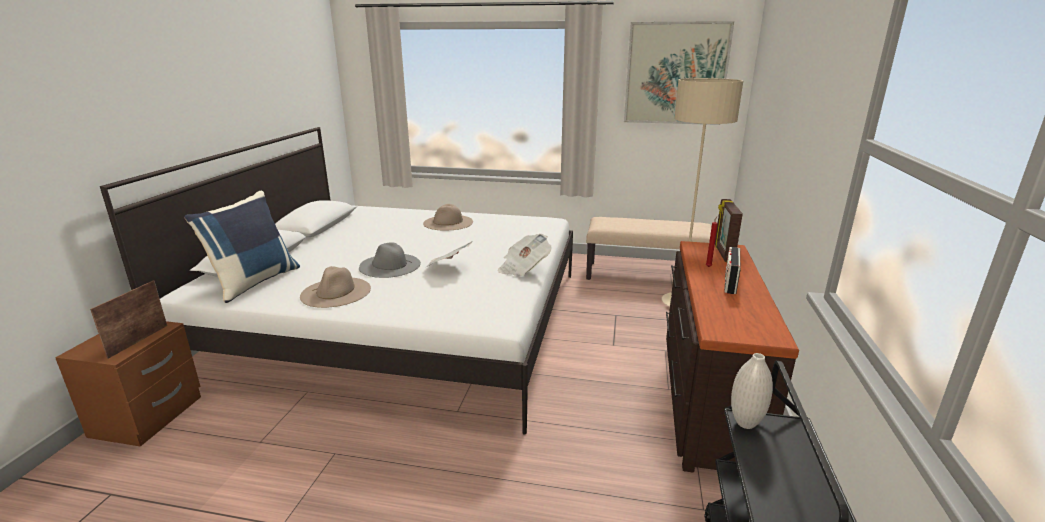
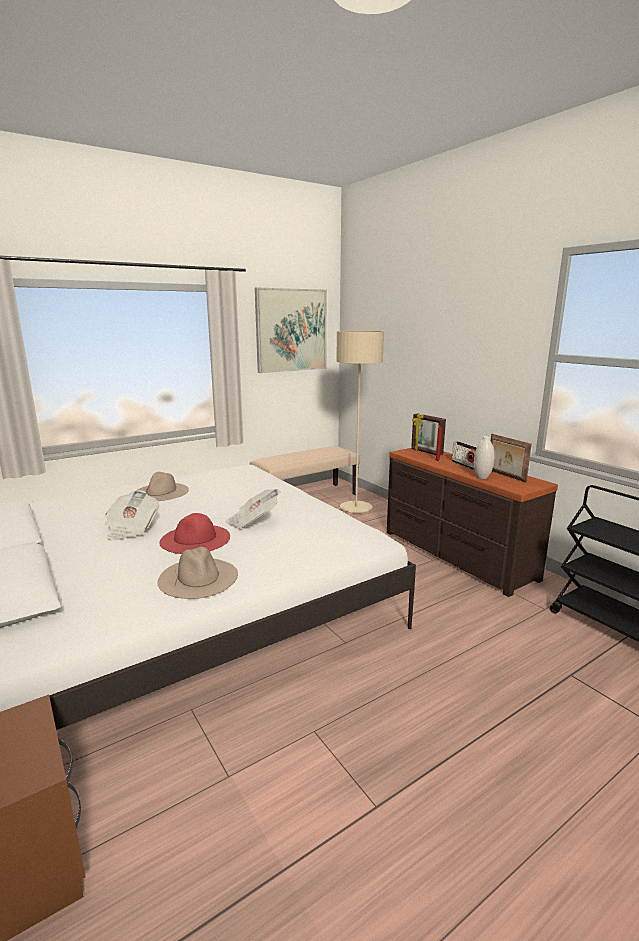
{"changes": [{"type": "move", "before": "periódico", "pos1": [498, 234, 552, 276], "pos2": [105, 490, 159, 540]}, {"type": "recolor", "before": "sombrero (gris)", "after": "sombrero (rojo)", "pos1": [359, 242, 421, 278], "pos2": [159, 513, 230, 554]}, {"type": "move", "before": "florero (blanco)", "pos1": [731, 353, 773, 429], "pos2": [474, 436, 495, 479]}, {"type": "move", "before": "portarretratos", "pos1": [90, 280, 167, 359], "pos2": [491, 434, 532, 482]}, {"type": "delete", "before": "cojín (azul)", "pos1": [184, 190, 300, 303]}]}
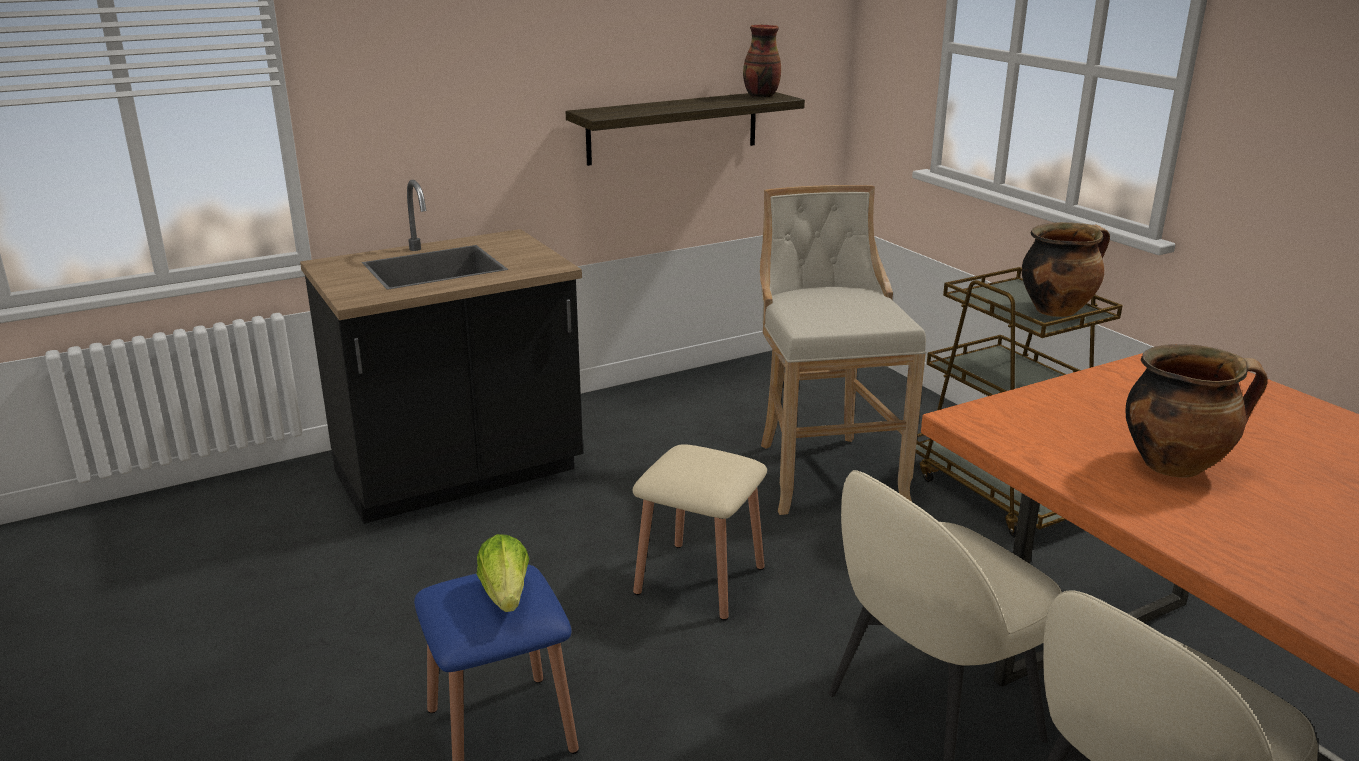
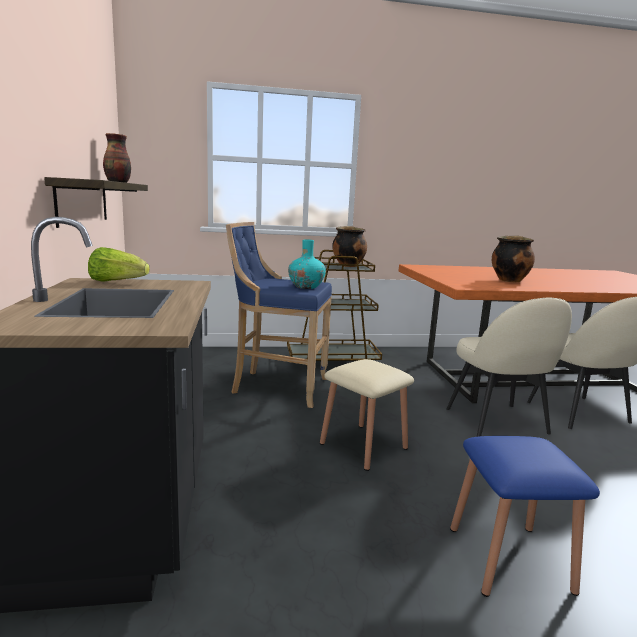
{"changes": [{"type": "move", "before": "lechuga", "pos1": [477, 534, 529, 612], "pos2": [88, 247, 150, 282]}, {"type": "recolor", "before": "taburete (beis)", "after": "taburete (azul)", "pos1": [760, 185, 926, 515], "pos2": [226, 222, 332, 408]}, {"type": "insert", "after": "florero (turquesa)", "pos2": [288, 239, 326, 289]}]}
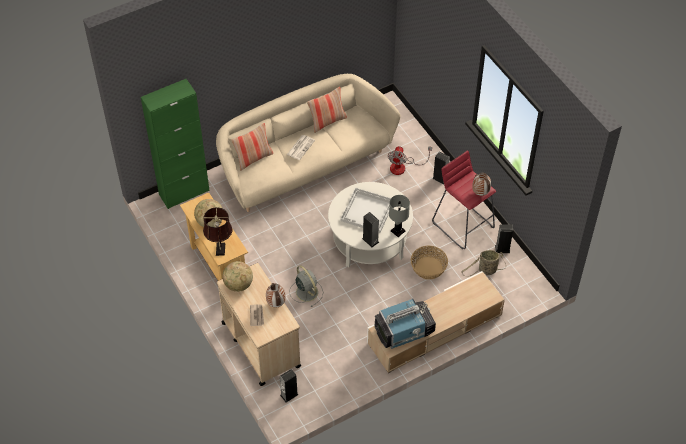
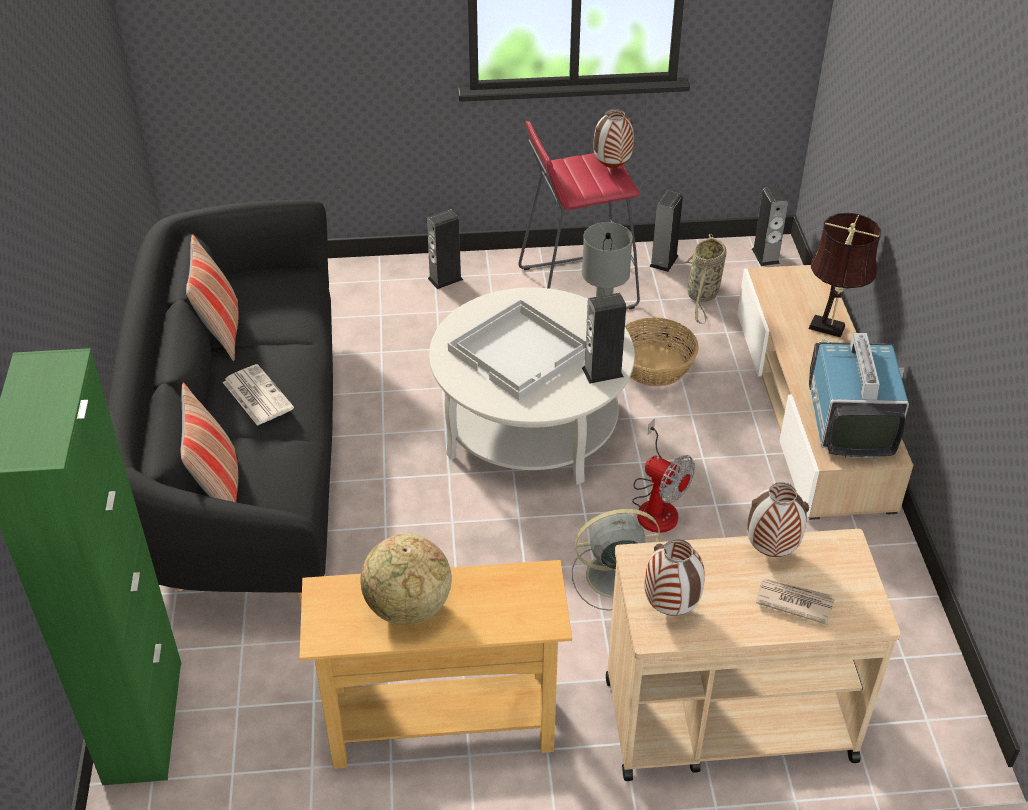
{"changes": [{"type": "recolor", "before": "sofá (beis)", "after": "sofá (negro)", "pos1": [216, 74, 400, 212], "pos2": [106, 200, 333, 606]}, {"type": "move", "before": "ventilador", "pos1": [387, 146, 432, 175], "pos2": [632, 419, 695, 533]}, {"type": "replace", "before": "globo terráqueo", "after": "florero", "pos1": [223, 261, 253, 292], "pos2": [644, 539, 705, 616]}, {"type": "move", "before": "altavoz", "pos1": [280, 369, 299, 403], "pos2": [752, 186, 788, 266]}, {"type": "move", "before": "lámpara de mesa (marrón)", "pos1": [203, 207, 233, 256], "pos2": [808, 213, 881, 338]}]}
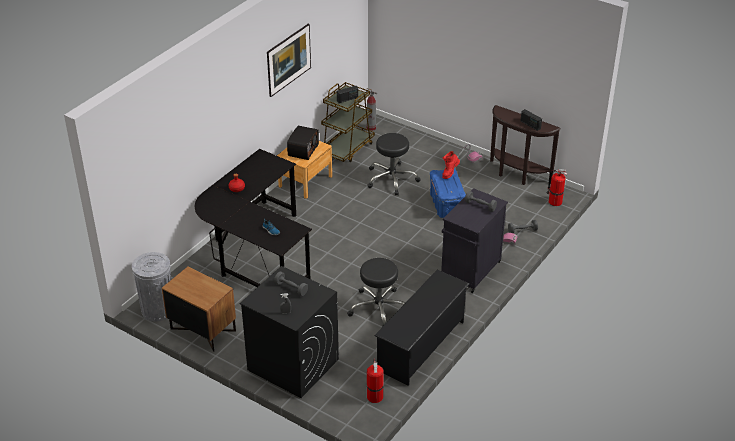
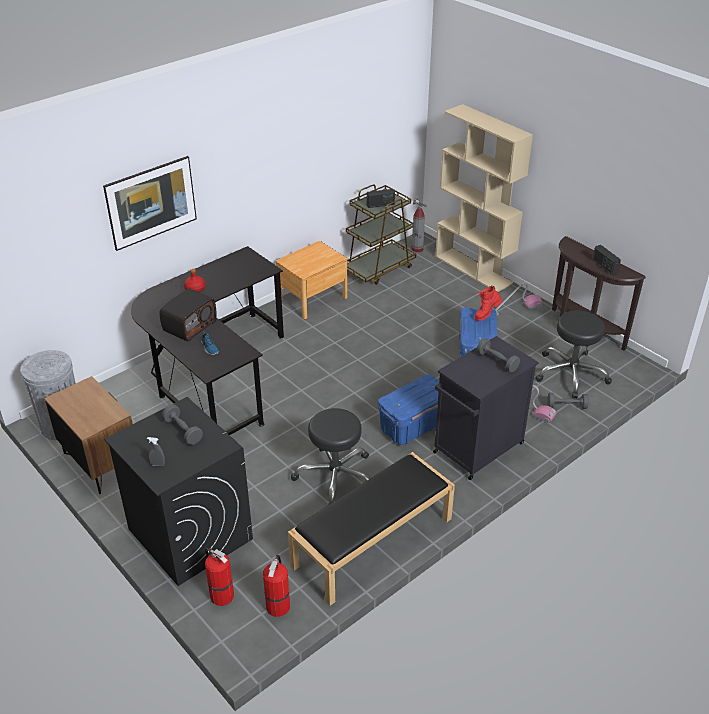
{"changes": [{"type": "move", "before": "cuadro", "pos1": [267, 24, 311, 97], "pos2": [103, 156, 197, 251]}, {"type": "move", "before": "radio", "pos1": [287, 126, 319, 160], "pos2": [160, 289, 217, 342]}, {"type": "move", "before": "extintor", "pos1": [547, 169, 567, 206], "pos2": [205, 548, 234, 606]}, {"type": "replace", "before": "zapatero (negro)", "after": "banco (negro)", "pos1": [374, 270, 470, 385], "pos2": [288, 452, 455, 606]}, {"type": "insert", "after": "caja de almacenaje (azul)", "pos2": [378, 374, 439, 445]}, {"type": "insert", "after": "estantería (beis)", "pos2": [435, 104, 533, 292]}, {"type": "move", "before": "taburete (negro)", "pos1": [367, 133, 421, 195], "pos2": [535, 311, 612, 399]}]}
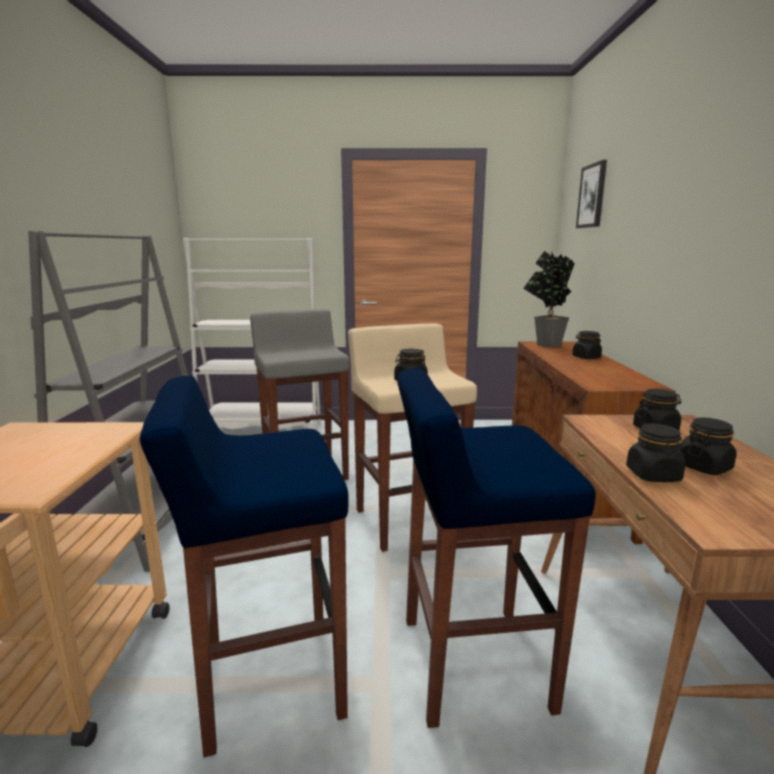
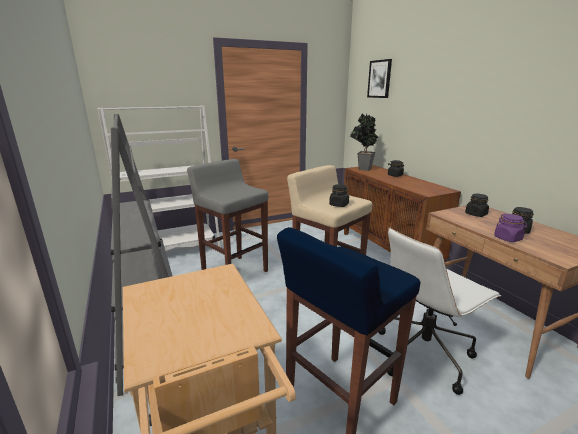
{"changes": [{"type": "replace", "before": "taburete (azul)", "after": "silla de oficina (blanco)", "pos1": [397, 368, 596, 728], "pos2": [378, 228, 501, 395]}, {"type": "recolor", "before": "tarro (negro)", "after": "tarro (morado)", "pos1": [626, 423, 686, 482], "pos2": [494, 214, 527, 242]}]}
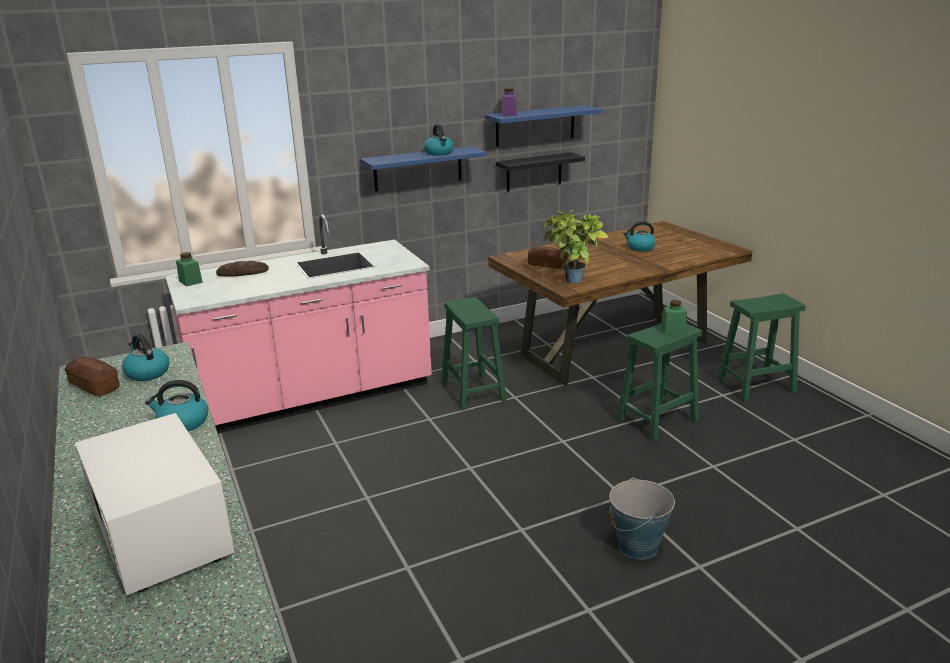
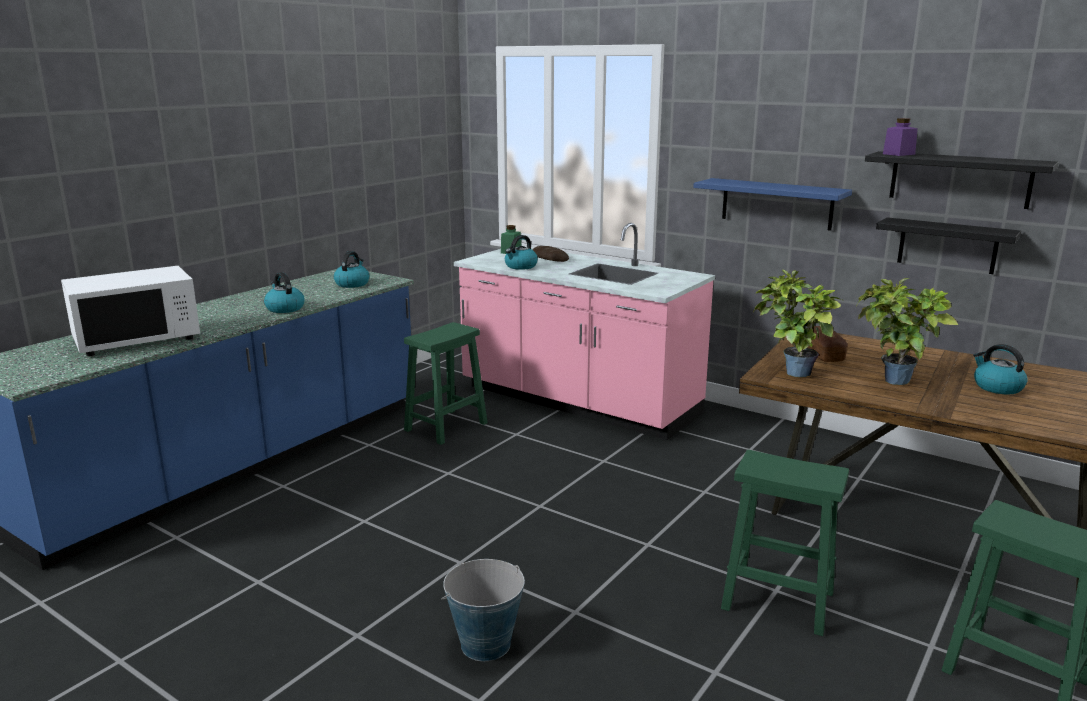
{"changes": [{"type": "rotate", "before": "microondas (blanco)", "pos1": [75, 413, 234, 596], "pos2": [61, 266, 200, 356], "turn": -150}, {"type": "move", "before": "taburete (verde)", "pos1": [441, 297, 507, 410], "pos2": [404, 322, 488, 445]}, {"type": "move", "before": "hervidor", "pos1": [424, 124, 454, 156], "pos2": [505, 235, 538, 270]}, {"type": "insert", "after": "planta en maceta", "pos2": [856, 278, 958, 385]}, {"type": "recolor", "before": "estante (azul)", "after": "estante (negro)", "pos1": [485, 105, 602, 147], "pos2": [865, 151, 1059, 209]}, {"type": "delete", "before": "pan", "pos1": [65, 357, 120, 396]}, {"type": "delete", "before": "tarro (verde)", "pos1": [661, 300, 687, 333]}]}
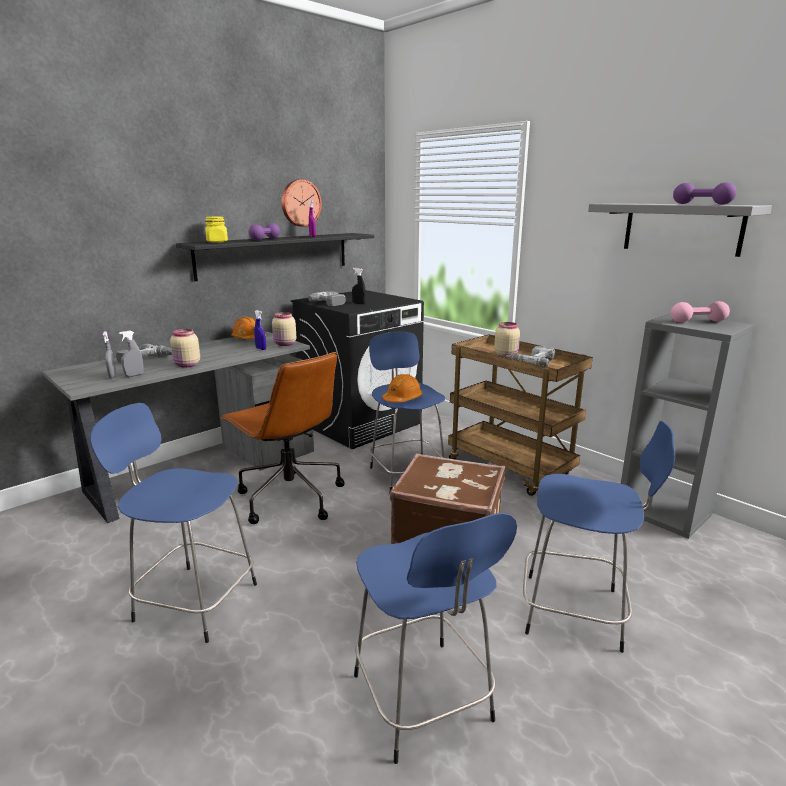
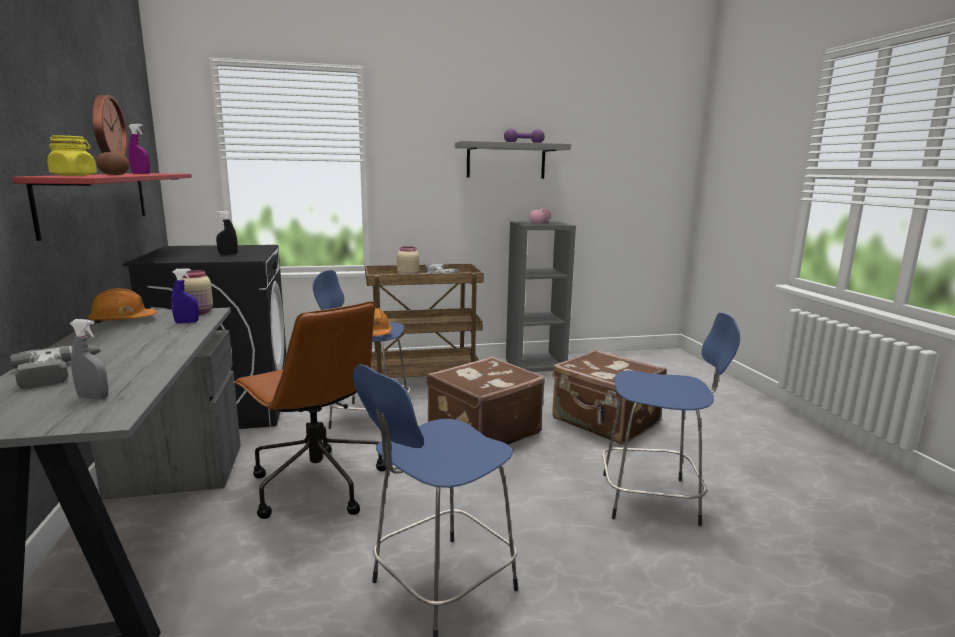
{"changes": [{"type": "recolor", "before": "estante (negro)", "after": "estante (rojo)", "pos1": [176, 233, 374, 281], "pos2": [12, 173, 192, 241]}, {"type": "recolor", "before": "mancuerna (morado)", "after": "mancuerna (marrón)", "pos1": [248, 223, 280, 241], "pos2": [96, 152, 129, 175]}, {"type": "rotate", "before": "silla de oficina (marrón)", "pos1": [220, 352, 345, 524], "pos2": [233, 301, 386, 519], "turn": 60}, {"type": "replace", "before": "taburete (azul)", "after": "maleta (marrón)", "pos1": [523, 421, 675, 653], "pos2": [552, 350, 667, 445]}, {"type": "delete", "before": "pulverizador (gris)", "pos1": [119, 330, 144, 377]}, {"type": "delete", "before": "tarro (beis)", "pos1": [170, 329, 200, 368]}, {"type": "delete", "before": "taladro", "pos1": [308, 291, 345, 306]}]}
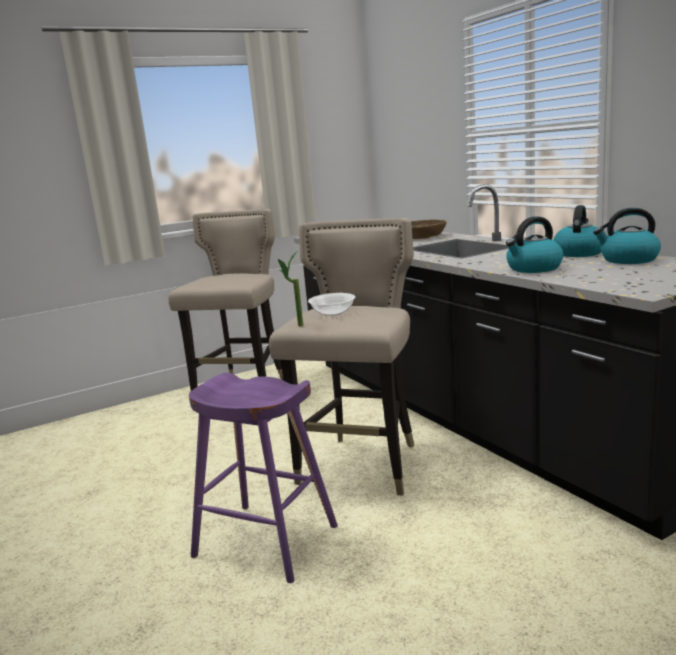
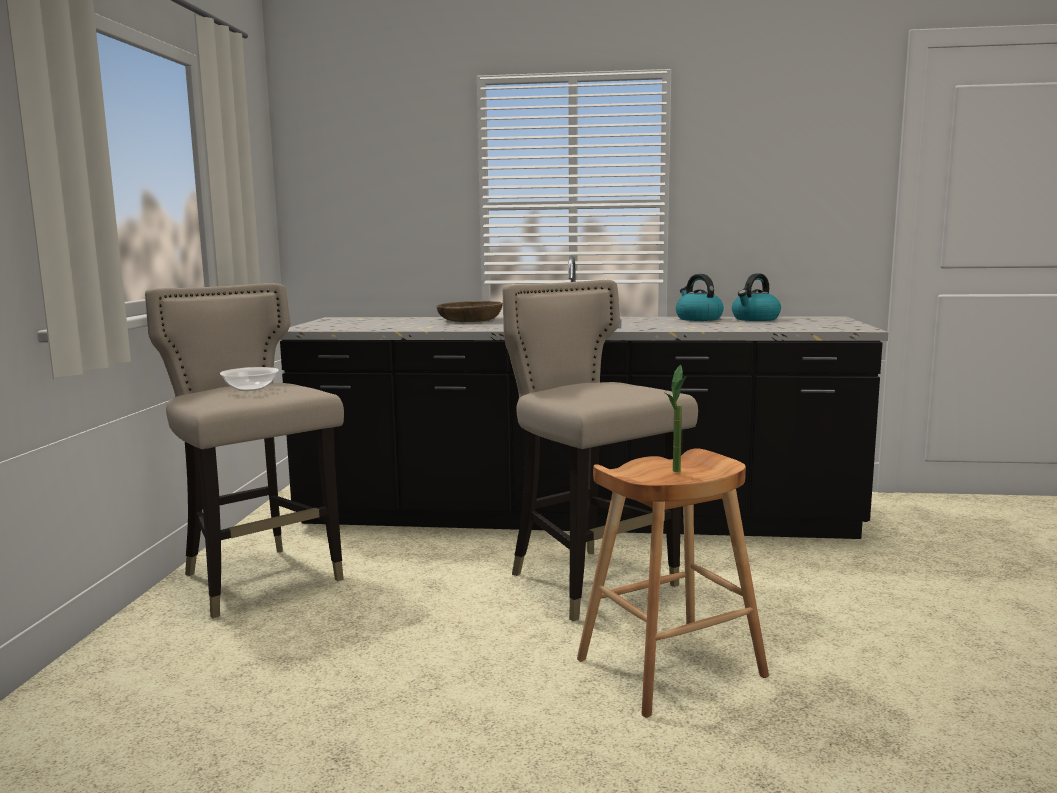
{"changes": [{"type": "move", "before": "cuenco", "pos1": [308, 293, 355, 316], "pos2": [220, 367, 279, 391]}, {"type": "recolor", "before": "taburete (morado)", "after": "taburete (marrón)", "pos1": [189, 373, 338, 583], "pos2": [577, 448, 769, 718]}, {"type": "move", "before": "planta en maceta", "pos1": [278, 252, 303, 326], "pos2": [665, 365, 687, 472]}, {"type": "delete", "before": "hervidor", "pos1": [506, 216, 563, 273]}]}
